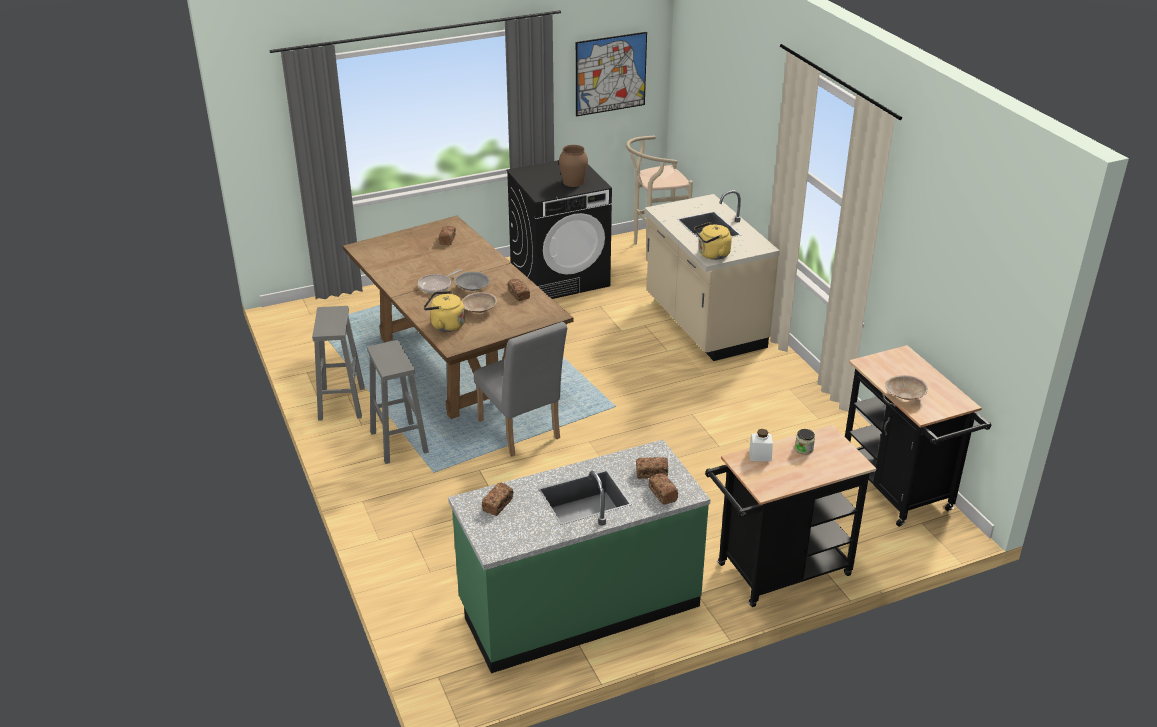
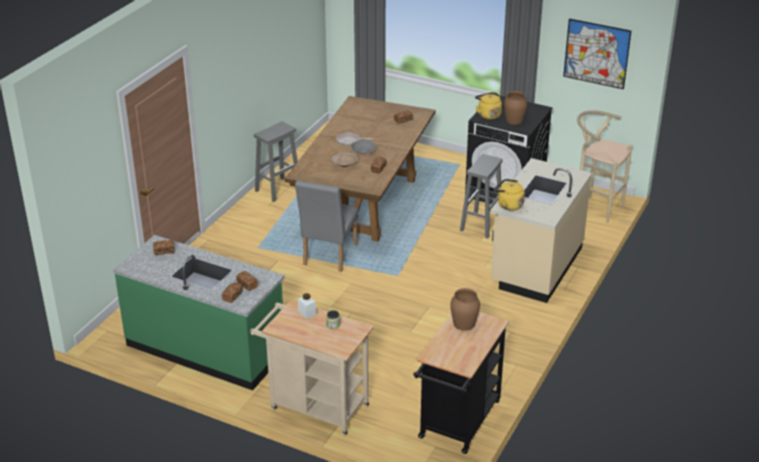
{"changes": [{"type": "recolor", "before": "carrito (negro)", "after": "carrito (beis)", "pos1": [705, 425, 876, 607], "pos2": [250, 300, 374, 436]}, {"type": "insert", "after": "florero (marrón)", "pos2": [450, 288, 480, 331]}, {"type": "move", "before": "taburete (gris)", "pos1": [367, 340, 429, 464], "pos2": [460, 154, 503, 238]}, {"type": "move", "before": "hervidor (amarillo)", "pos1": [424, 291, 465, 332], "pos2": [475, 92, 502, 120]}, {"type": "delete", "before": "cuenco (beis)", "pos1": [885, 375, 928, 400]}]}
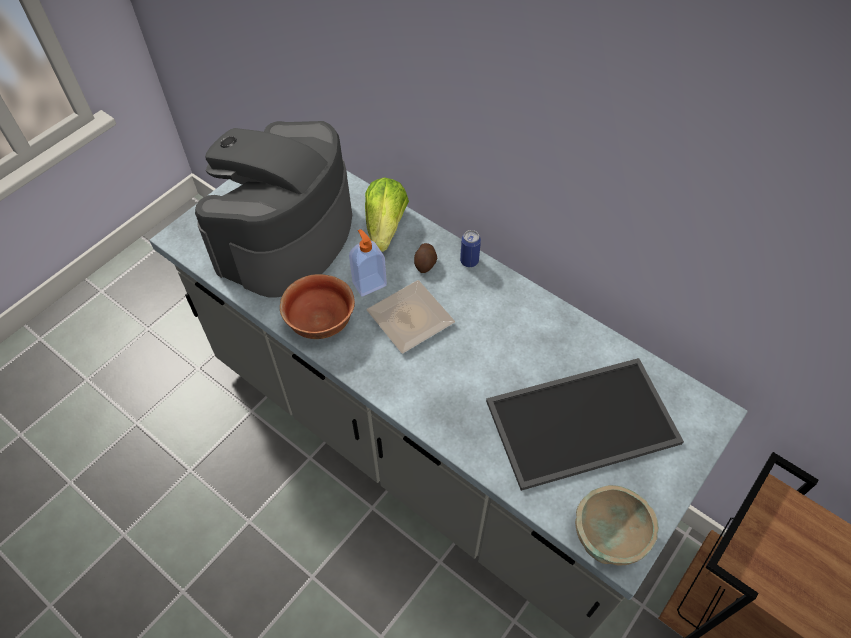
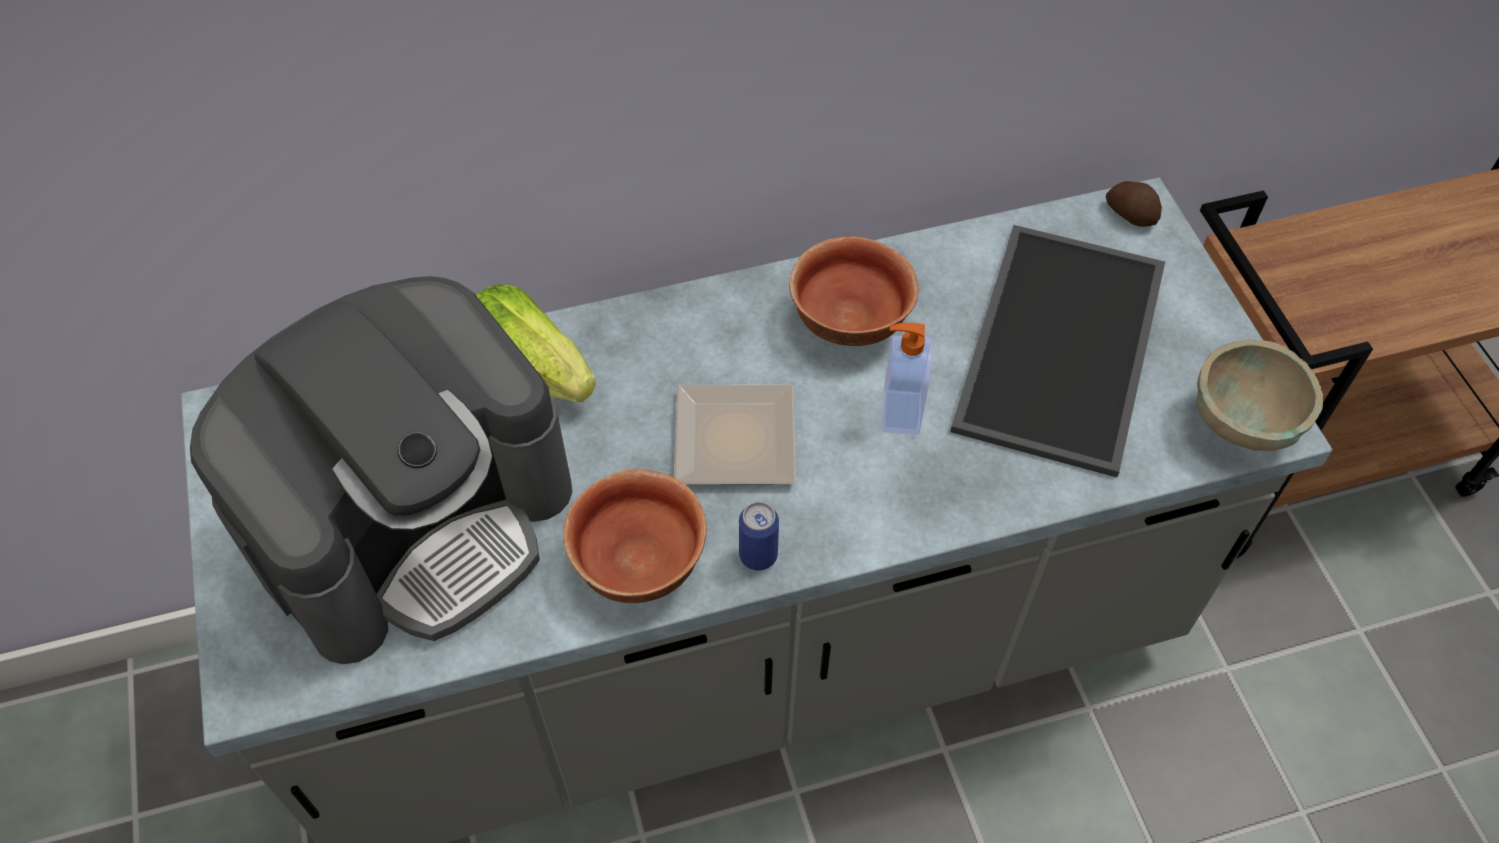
{"changes": [{"type": "rotate", "before": "cafetera", "pos1": [195, 121, 352, 297], "pos2": [190, 276, 572, 664], "turn": -105}, {"type": "move", "before": "lata", "pos1": [460, 230, 481, 267], "pos2": [739, 501, 779, 570]}, {"type": "insert", "after": "cuenco", "pos2": [789, 236, 919, 346]}, {"type": "move", "before": "dispensador de jabón", "pos1": [349, 229, 387, 296], "pos2": [882, 323, 932, 435]}, {"type": "move", "before": "patata", "pos1": [414, 243, 437, 273], "pos2": [1106, 181, 1162, 227]}]}
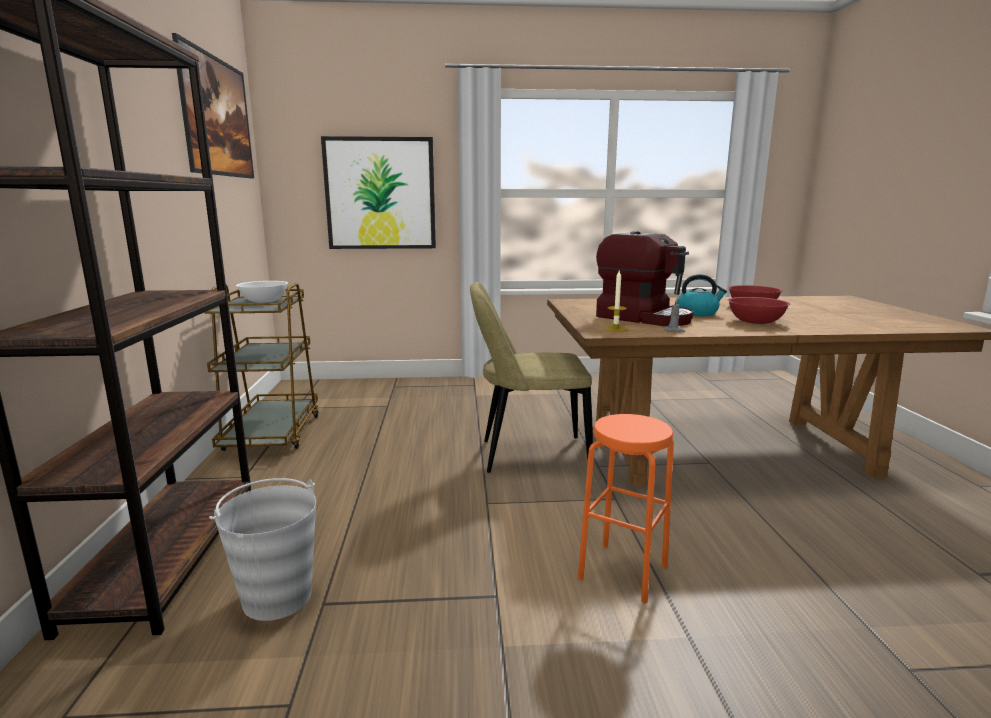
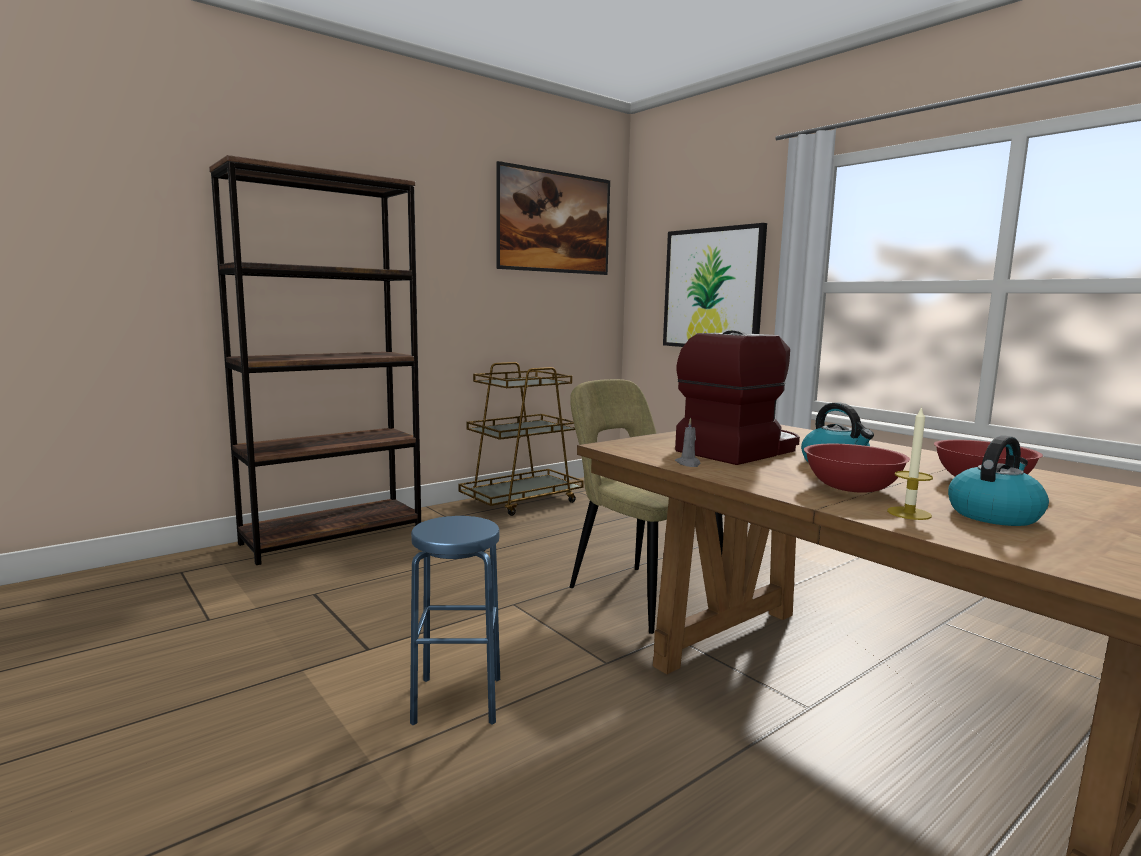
{"changes": [{"type": "recolor", "before": "taburete (naranja)", "after": "taburete (azul)", "pos1": [578, 414, 674, 603], "pos2": [410, 516, 500, 725]}, {"type": "rotate", "before": "cafetera", "pos1": [596, 231, 694, 326], "pos2": [675, 330, 800, 465], "turn": -135}, {"type": "move", "before": "vela", "pos1": [605, 271, 627, 332], "pos2": [887, 406, 933, 520]}, {"type": "insert", "after": "hervidor", "pos2": [948, 435, 1049, 526]}, {"type": "delete", "before": "cubo (gris)", "pos1": [209, 478, 316, 621]}, {"type": "delete", "before": "cuenco (blanco)", "pos1": [236, 281, 288, 303]}]}
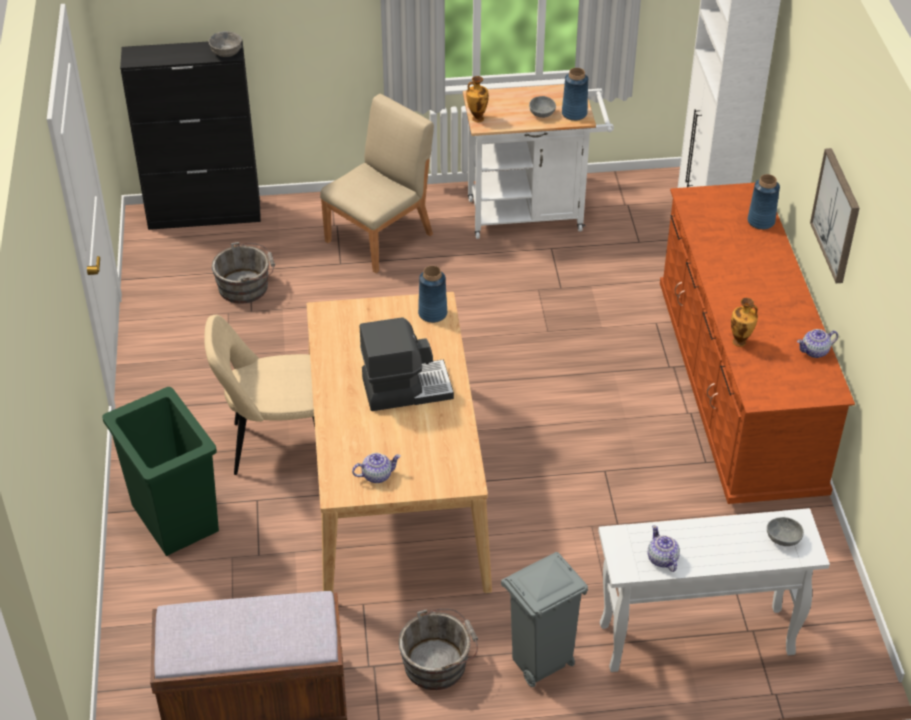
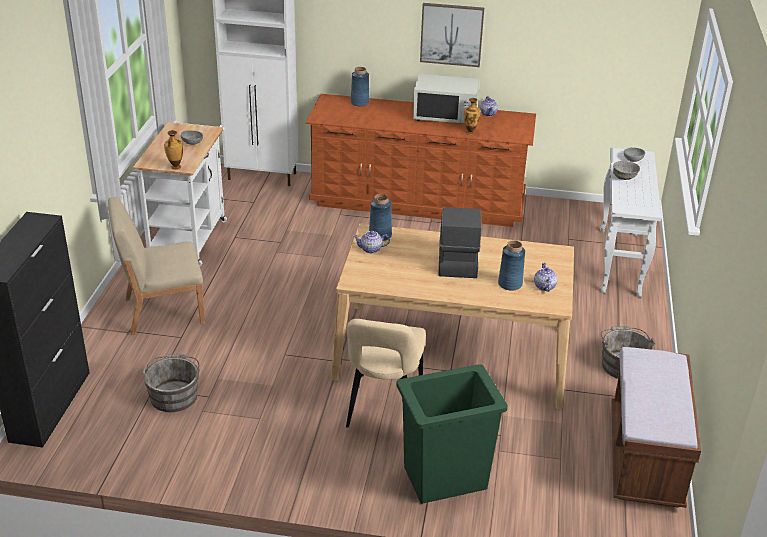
{"changes": [{"type": "rotate", "before": "silla (beis)", "pos1": [320, 94, 434, 273], "pos2": [108, 197, 205, 335], "turn": -75}, {"type": "move", "before": "tetera", "pos1": [647, 525, 680, 572], "pos2": [353, 231, 390, 253]}, {"type": "insert", "after": "microondas (blanco)", "pos2": [413, 74, 479, 124]}, {"type": "move", "before": "florero (azul)", "pos1": [562, 68, 588, 121], "pos2": [498, 240, 525, 291]}, {"type": "move", "before": "cuenco (gris)", "pos1": [208, 31, 242, 57], "pos2": [613, 161, 640, 180]}, {"type": "delete", "before": "papelera (gris)", "pos1": [501, 552, 588, 687]}]}
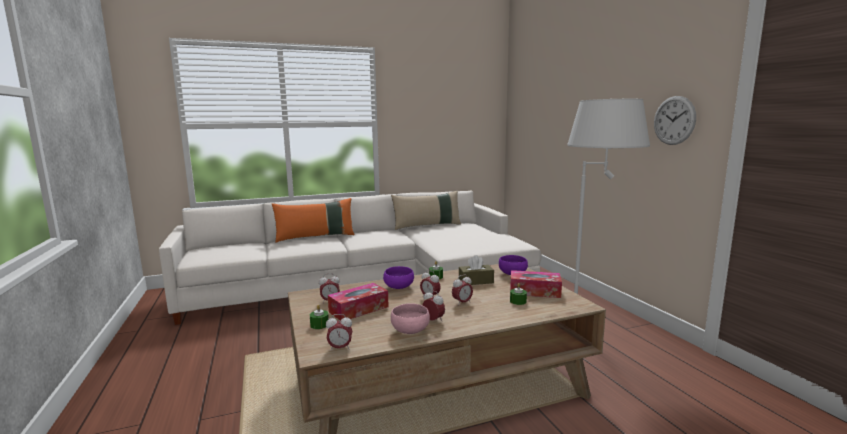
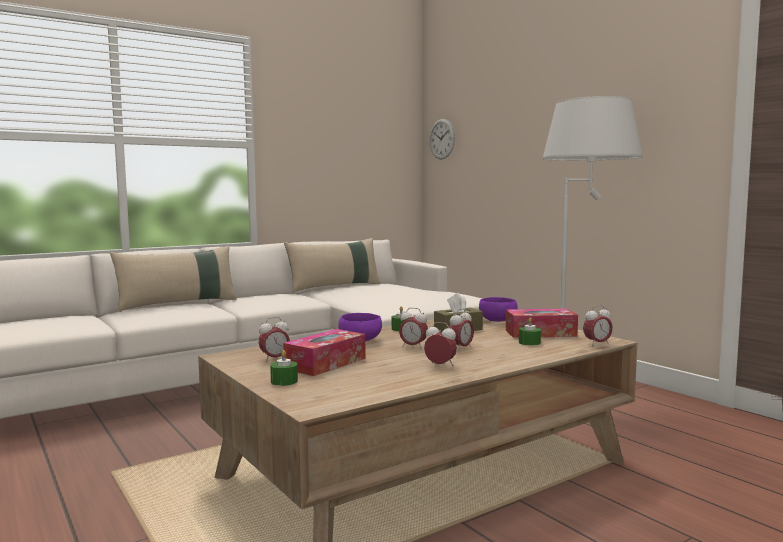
{"changes": [{"type": "recolor", "before": "cojín (naranja)", "after": "cojín (beis)", "pos1": [272, 198, 355, 243], "pos2": [110, 246, 237, 312]}, {"type": "move", "before": "reloj de pared", "pos1": [654, 96, 696, 145], "pos2": [429, 119, 455, 160]}, {"type": "move", "before": "despertador", "pos1": [326, 314, 352, 351], "pos2": [583, 305, 613, 346]}, {"type": "delete", "before": "cuenco (rosa)", "pos1": [391, 303, 430, 334]}]}
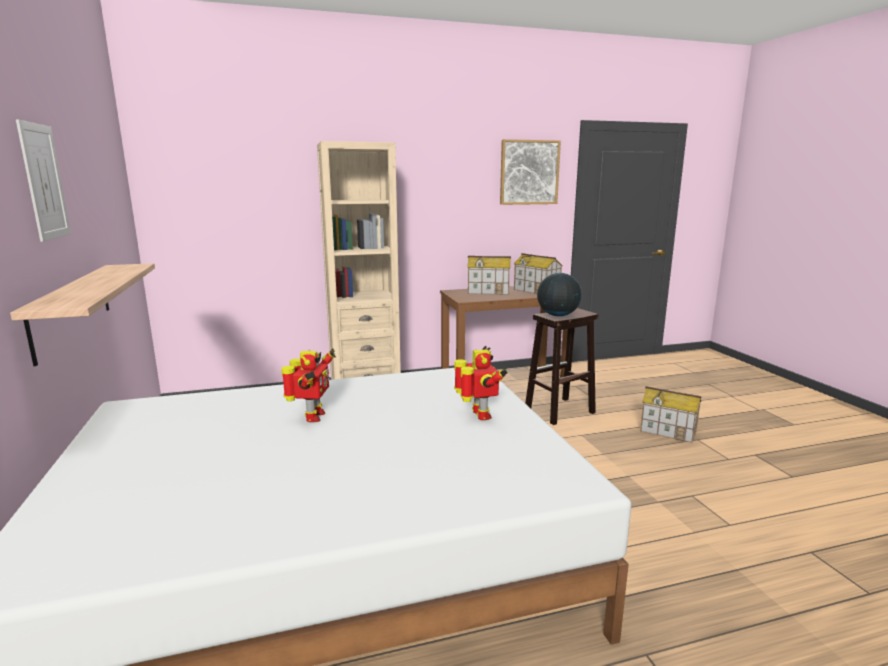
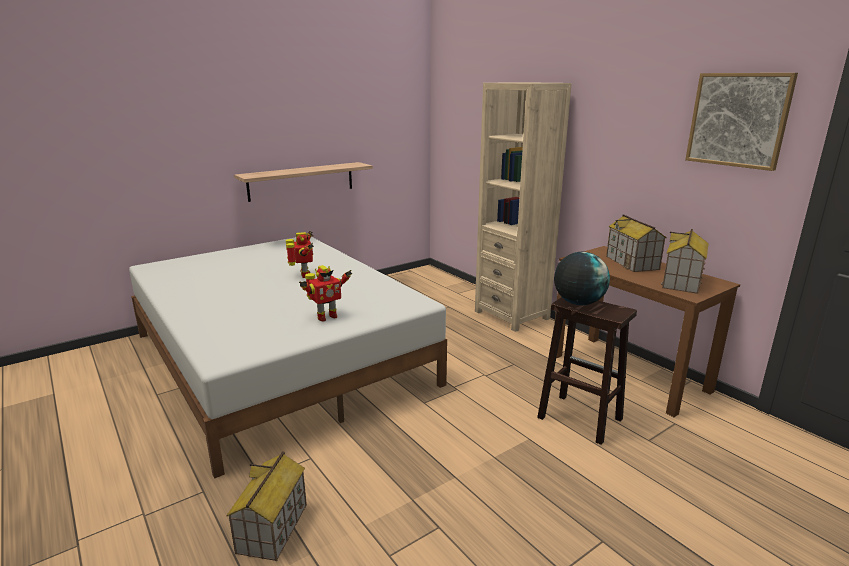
{"changes": [{"type": "move", "before": "casita", "pos1": [640, 386, 701, 443], "pos2": [226, 451, 307, 561]}, {"type": "rotate", "before": "robot de juguete", "pos1": [281, 348, 336, 422], "pos2": [286, 231, 314, 278], "turn": -90}, {"type": "delete", "before": "cuadro", "pos1": [16, 119, 71, 242]}]}
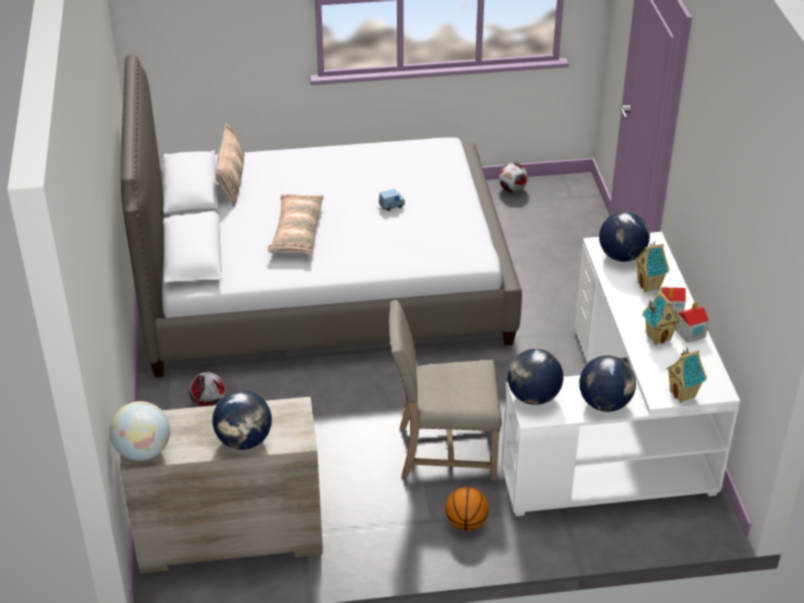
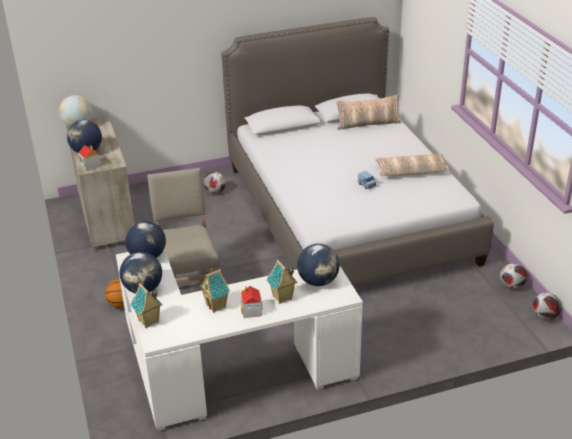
{"changes": [{"type": "move", "before": "casita", "pos1": [675, 302, 709, 343], "pos2": [79, 145, 100, 171]}, {"type": "move", "before": "cojín", "pos1": [268, 194, 324, 255], "pos2": [375, 153, 451, 176]}, {"type": "insert", "after": "balón de fútbol", "pos2": [533, 293, 561, 320]}]}
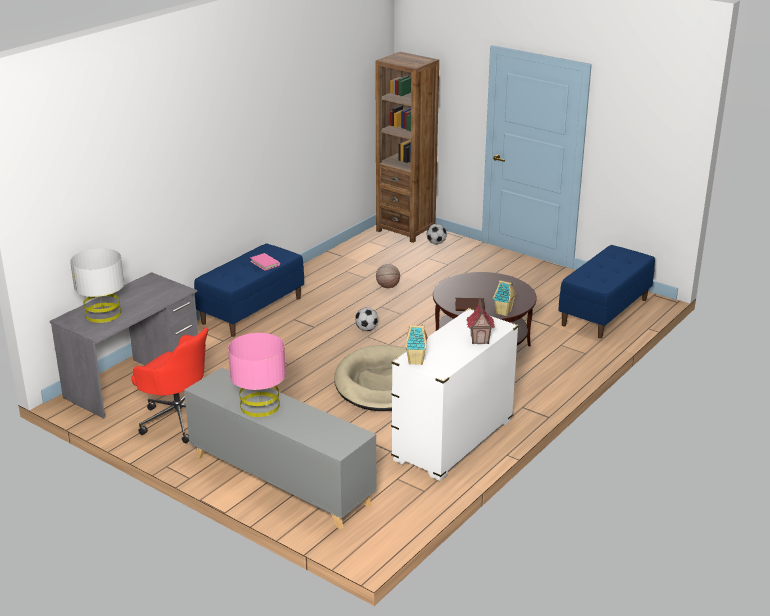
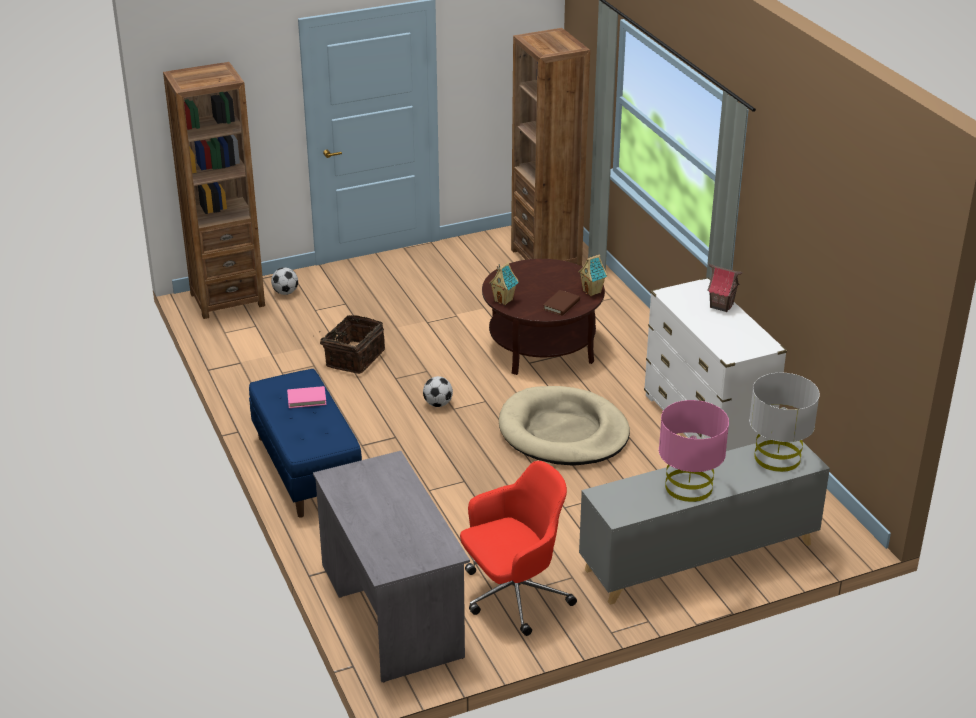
{"changes": [{"type": "replace", "before": "balón de baloncesto", "after": "cesta", "pos1": [376, 264, 400, 288], "pos2": [313, 315, 385, 374]}, {"type": "move", "before": "casita", "pos1": [405, 325, 428, 365], "pos2": [489, 262, 519, 305]}, {"type": "replace", "before": "banco (azul)", "after": "estantería (marrón)", "pos1": [558, 245, 655, 339], "pos2": [511, 28, 590, 266]}, {"type": "move", "before": "lámpara de mesa (gris)", "pos1": [70, 248, 124, 323], "pos2": [749, 373, 820, 472]}]}
